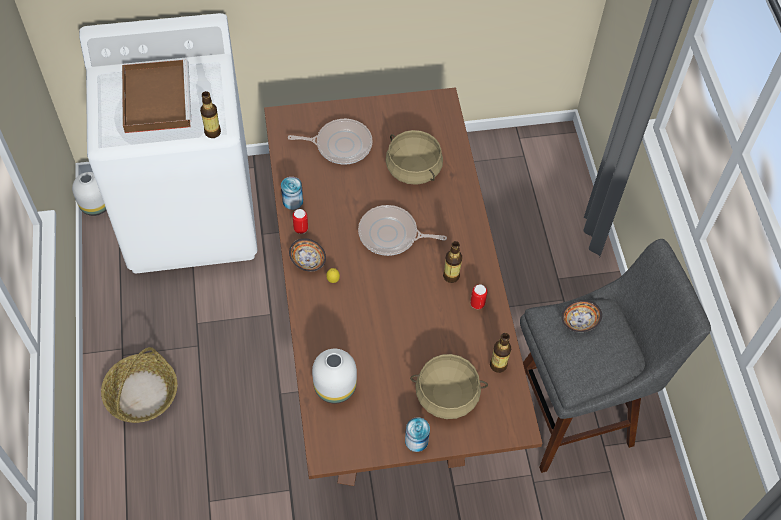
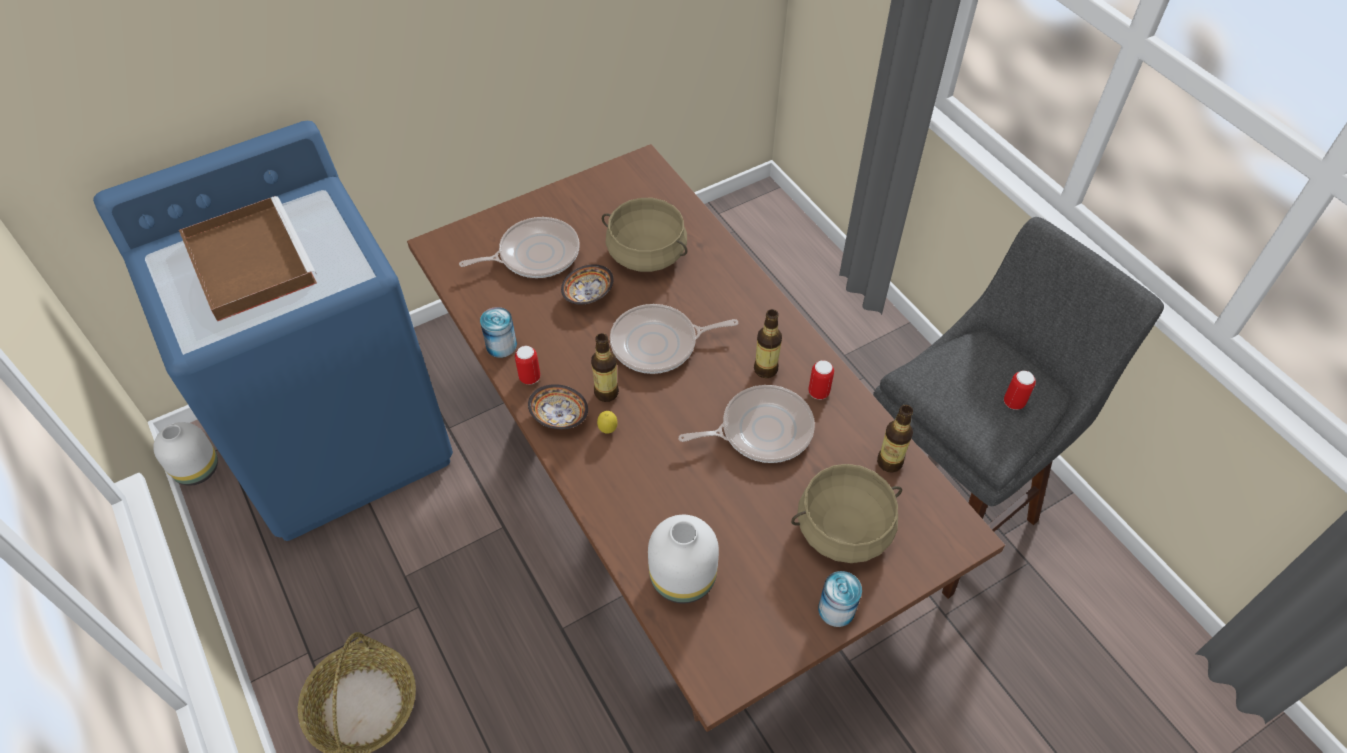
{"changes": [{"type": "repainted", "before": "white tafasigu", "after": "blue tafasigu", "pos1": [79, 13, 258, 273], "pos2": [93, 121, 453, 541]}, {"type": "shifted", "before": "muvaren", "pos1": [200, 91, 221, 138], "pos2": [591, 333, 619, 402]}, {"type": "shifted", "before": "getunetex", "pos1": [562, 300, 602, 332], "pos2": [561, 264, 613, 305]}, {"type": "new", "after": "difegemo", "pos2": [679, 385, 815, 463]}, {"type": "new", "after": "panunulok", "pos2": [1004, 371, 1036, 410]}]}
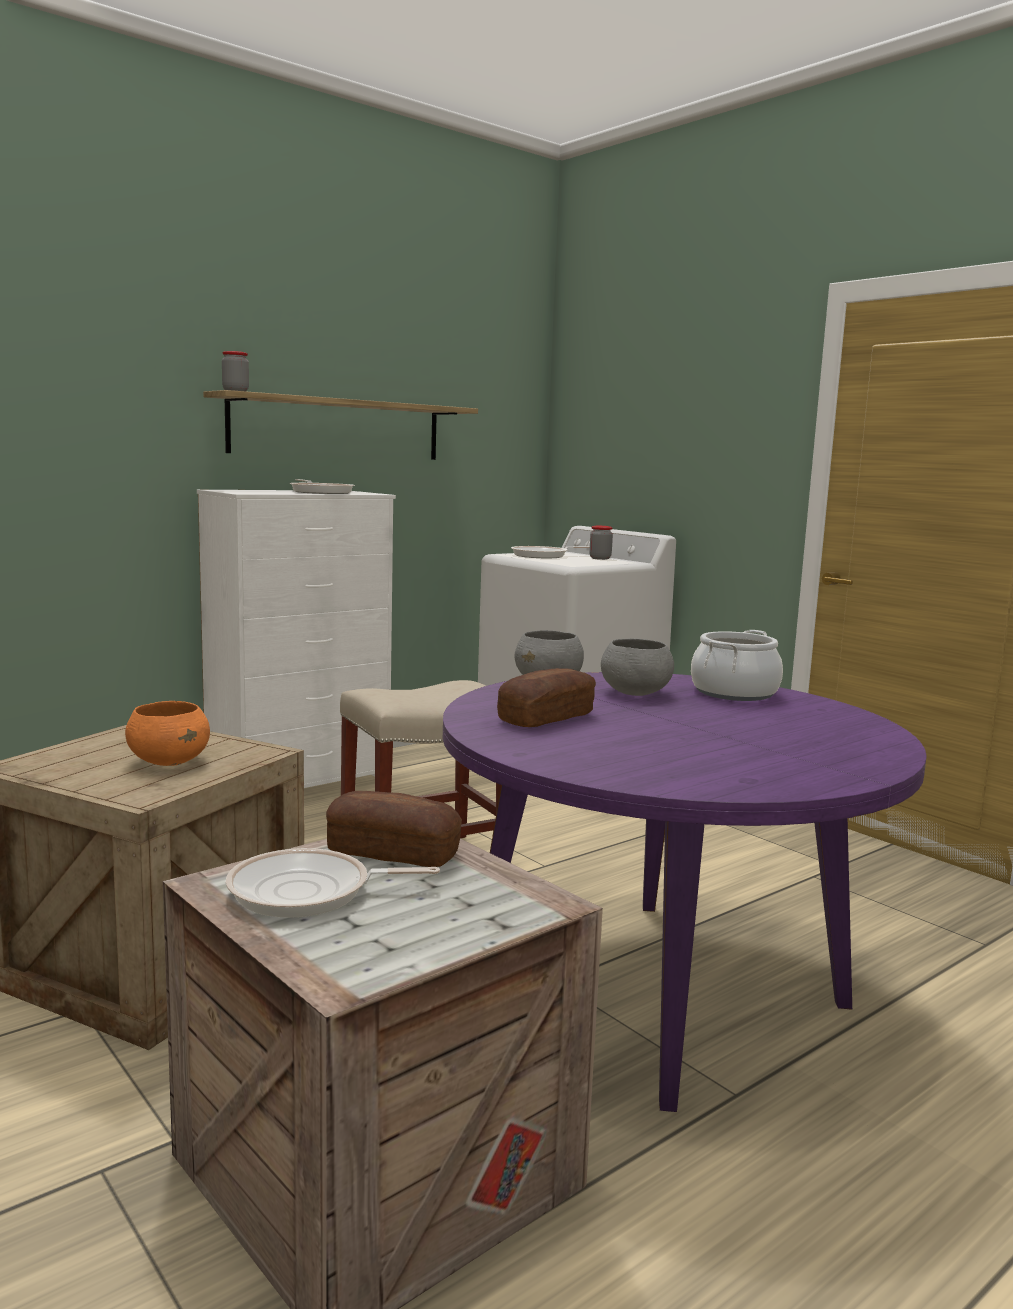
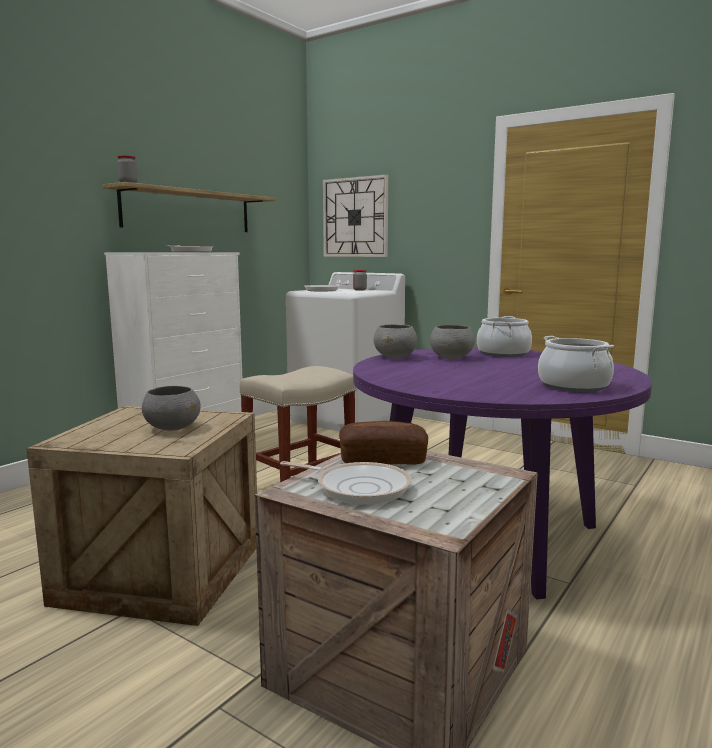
{"changes": [{"type": "repainted", "before": "orange getunetex", "after": "grey getunetex", "pos1": [125, 701, 210, 766], "pos2": [142, 386, 201, 431]}, {"type": "rotated", "before": "difegemo", "pos1": [226, 848, 440, 918], "pos2": [280, 461, 412, 505], "turn": -135}, {"type": "gone", "before": "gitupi", "pos1": [497, 668, 596, 727]}, {"type": "new", "after": "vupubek", "pos2": [323, 174, 388, 257]}, {"type": "new", "after": "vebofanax", "pos2": [538, 336, 614, 392]}]}
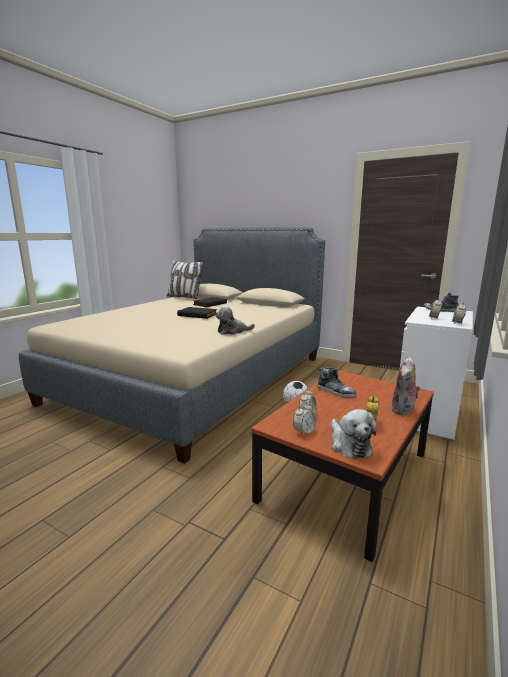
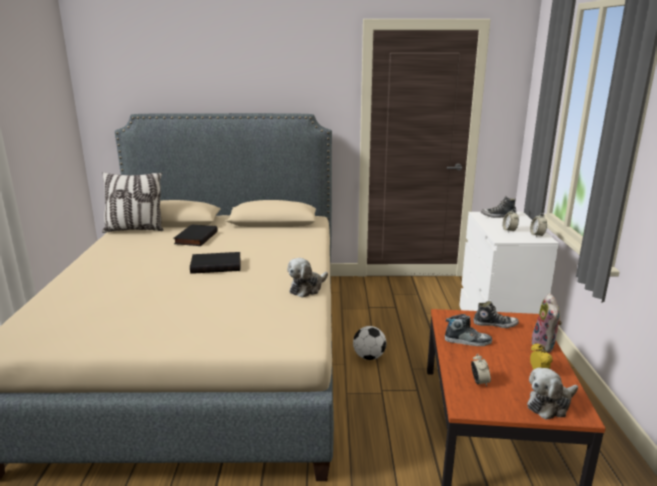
{"changes": [{"type": "gone", "before": "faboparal", "pos1": [293, 402, 316, 435]}, {"type": "rotated", "before": "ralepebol", "pos1": [331, 409, 377, 459], "pos2": [527, 367, 578, 420], "turn": 105}, {"type": "new", "after": "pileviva", "pos2": [473, 301, 519, 328]}]}
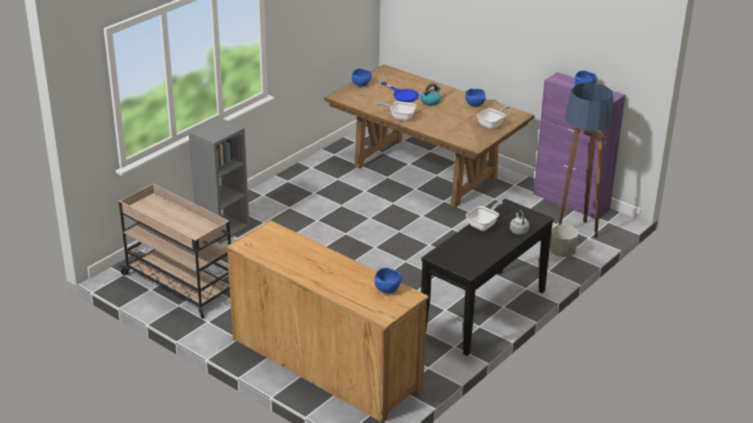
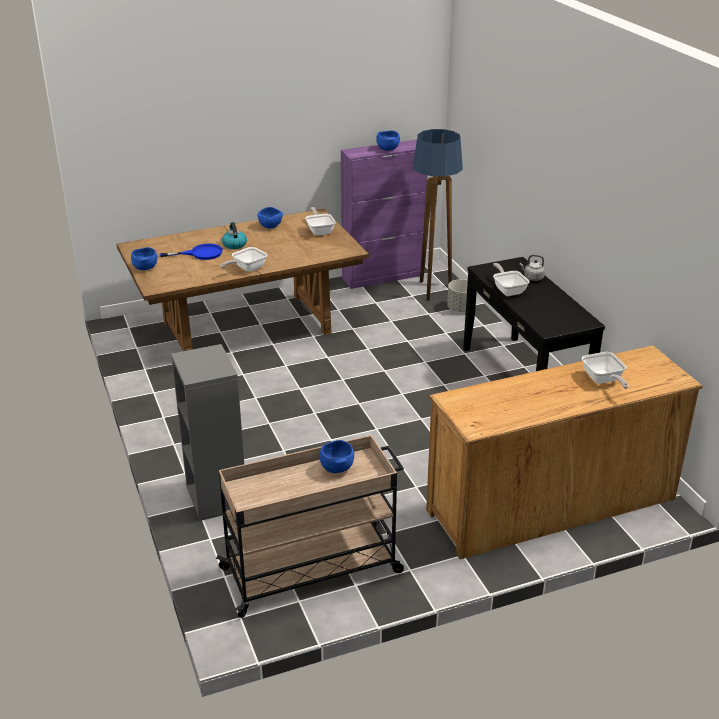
{"changes": [{"type": "shifted", "before": "blue getunetex", "pos1": [375, 268, 402, 293], "pos2": [319, 440, 354, 473]}, {"type": "new", "after": "difegemo", "pos2": [582, 352, 628, 389]}]}
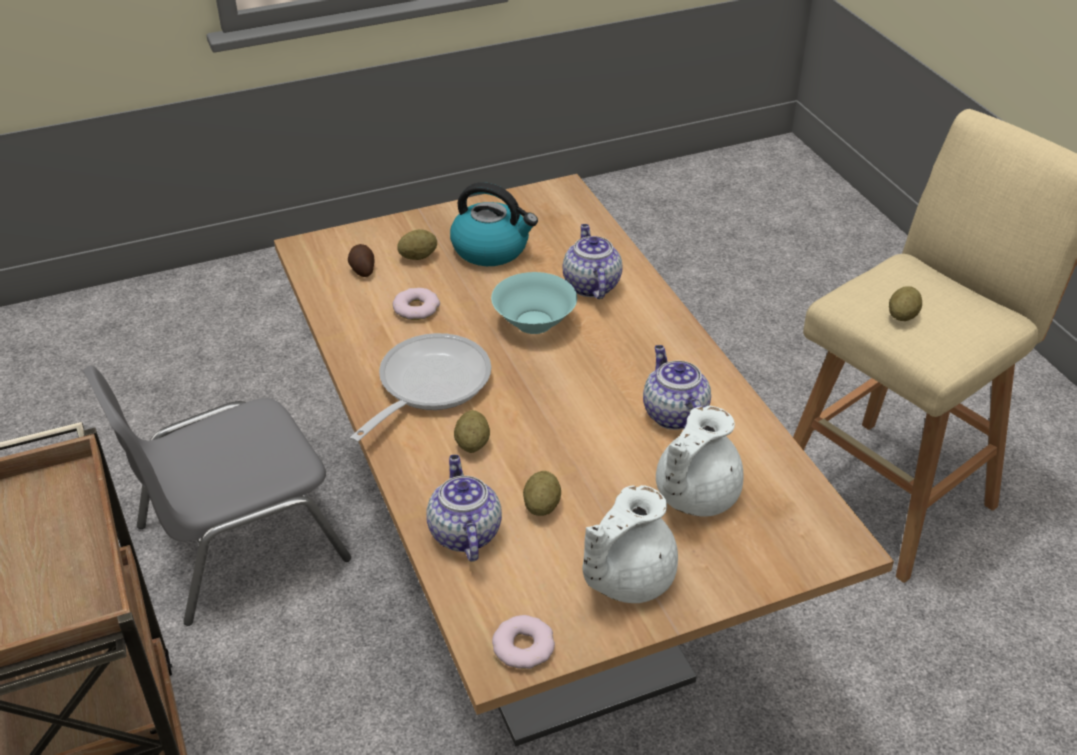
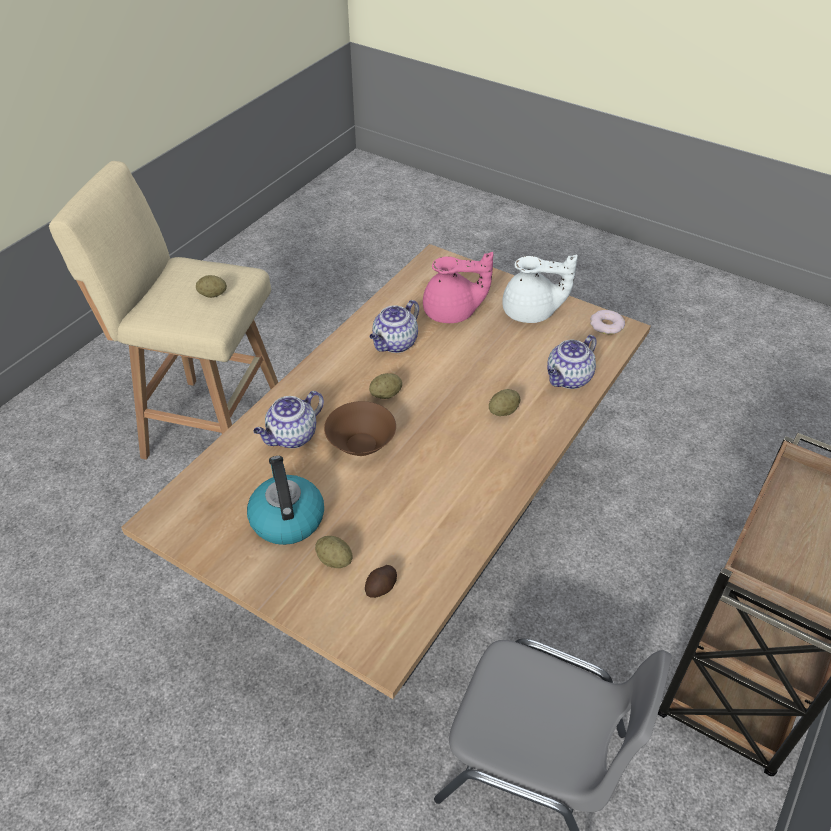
{"changes": [{"type": "gone", "before": "difegemo", "pos1": [350, 333, 491, 442]}, {"type": "gone", "before": "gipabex", "pos1": [393, 288, 440, 320]}, {"type": "repainted", "before": "turquoise getunetex", "after": "brown getunetex", "pos1": [491, 272, 577, 334], "pos2": [324, 401, 396, 456]}, {"type": "shifted", "before": "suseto", "pos1": [523, 471, 561, 516], "pos2": [369, 373, 402, 399]}, {"type": "repainted", "before": "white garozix", "after": "pink garozix", "pos1": [656, 406, 743, 516], "pos2": [423, 252, 493, 323]}]}
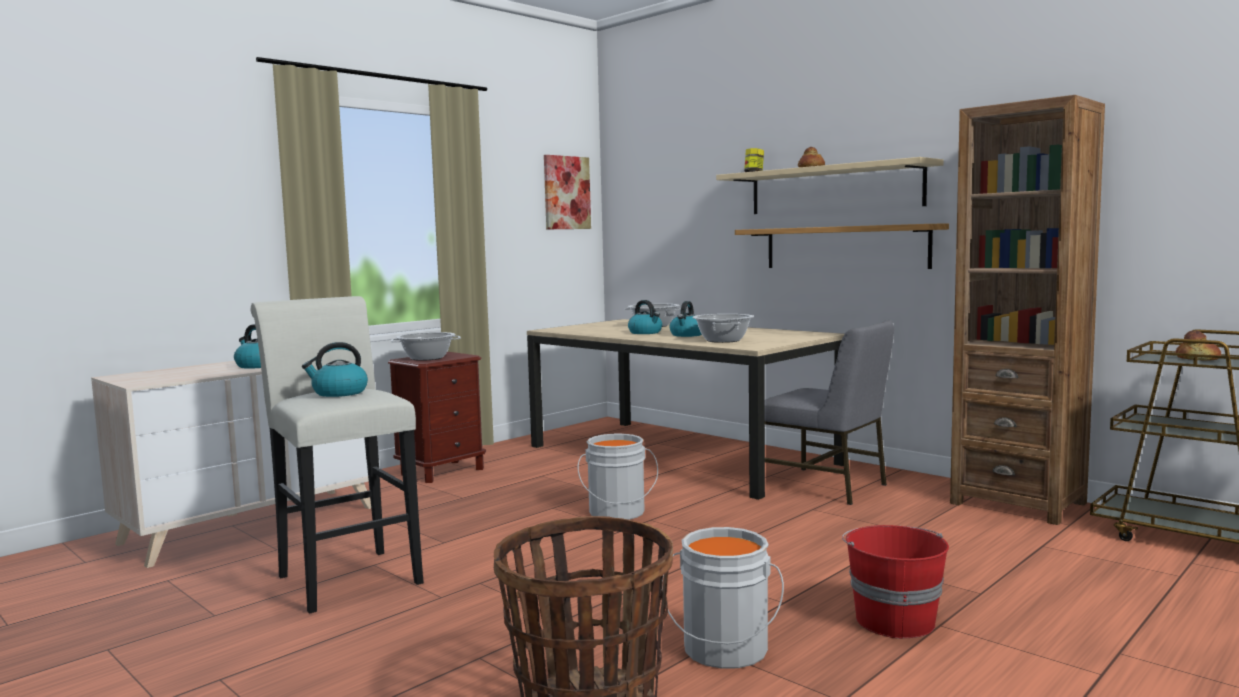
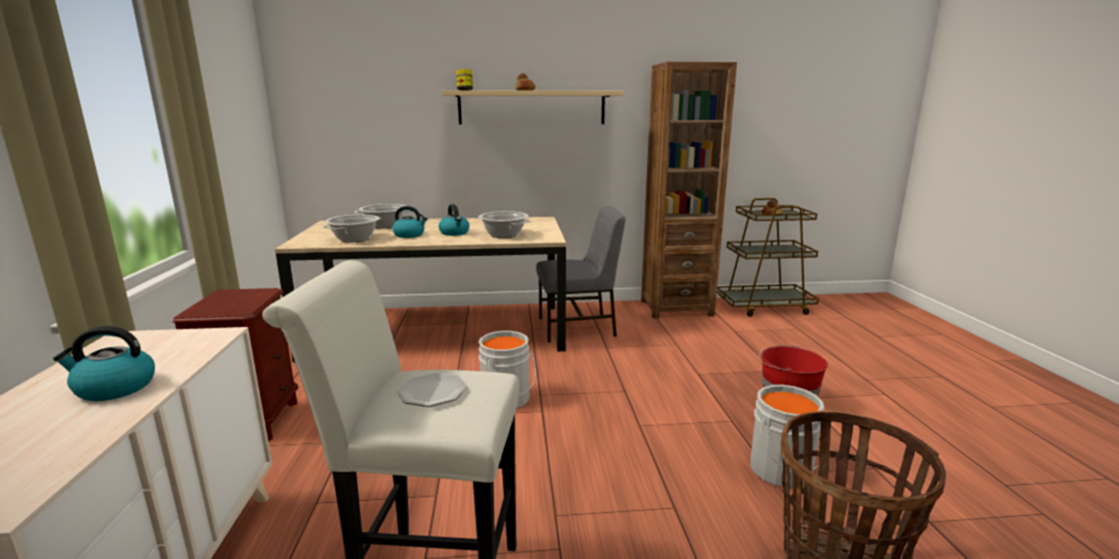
{"changes": [{"type": "swapped", "before": "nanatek", "after": "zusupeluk", "pos1": [302, 342, 368, 397], "pos2": [397, 373, 467, 407]}, {"type": "shifted", "before": "vebofanax", "pos1": [391, 332, 461, 361], "pos2": [323, 215, 381, 243]}, {"type": "gone", "before": "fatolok", "pos1": [544, 155, 591, 229]}, {"type": "gone", "before": "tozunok", "pos1": [735, 223, 949, 269]}]}
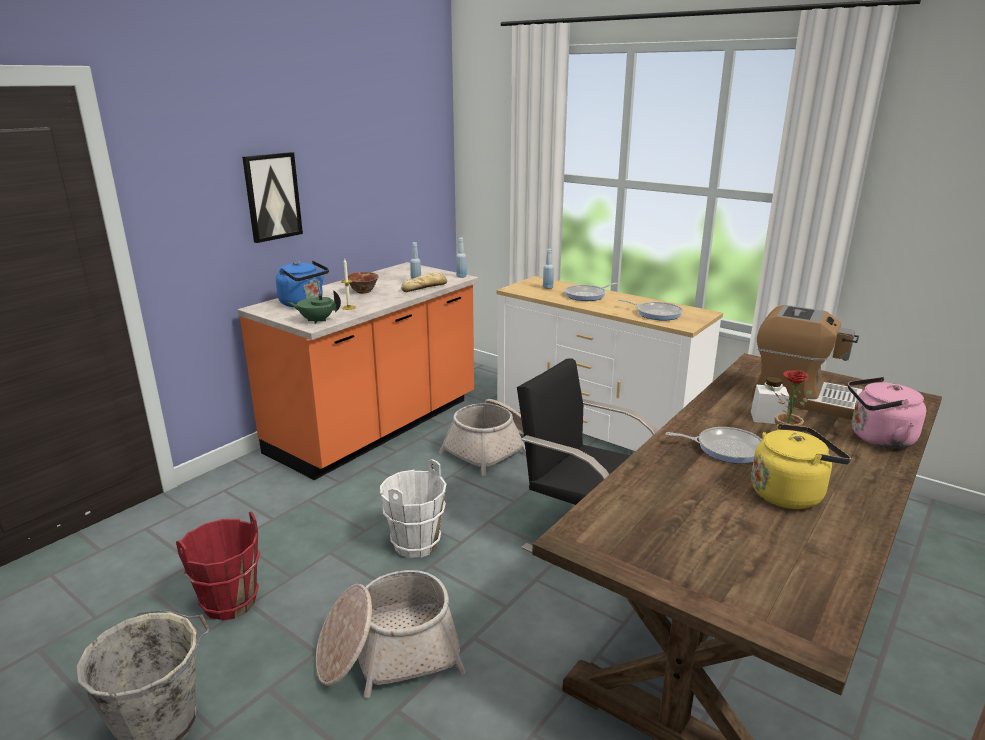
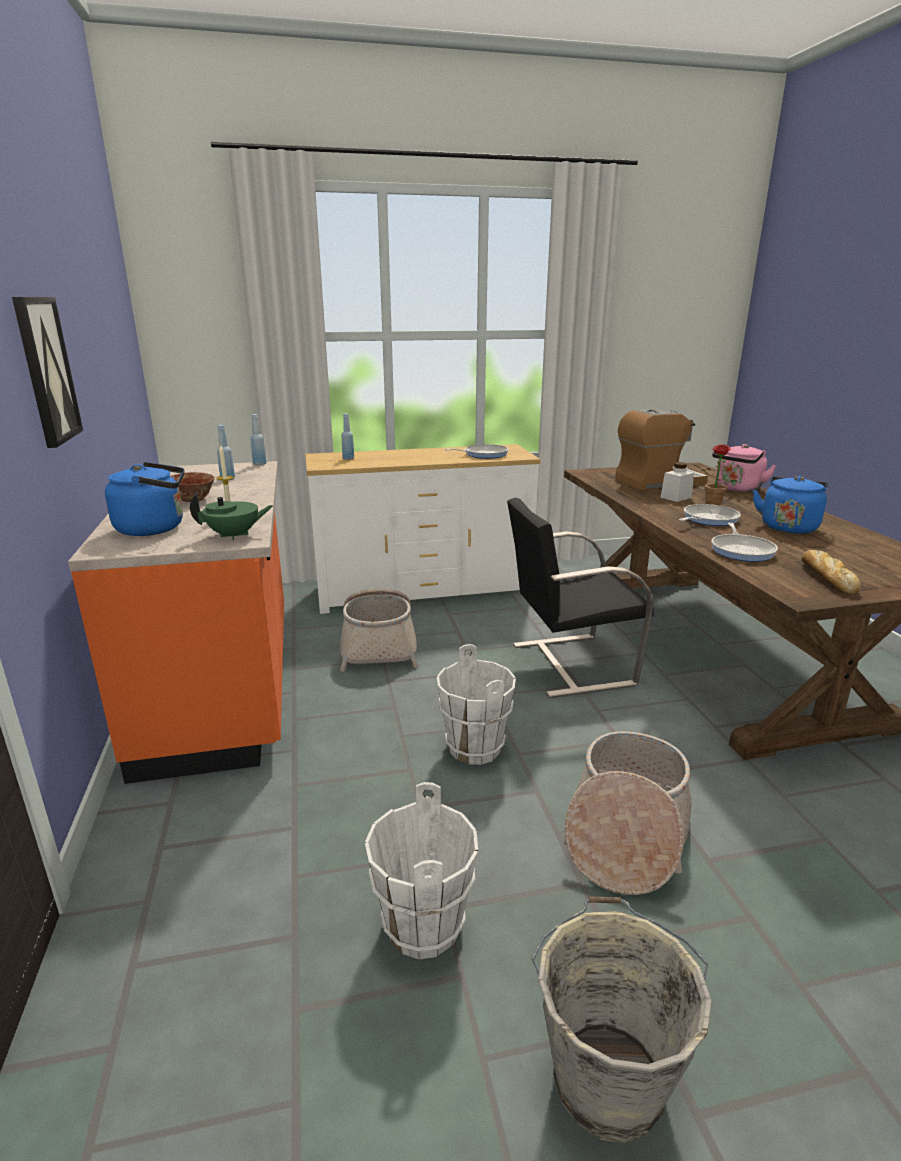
{"changes": [{"type": "repainted", "before": "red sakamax", "after": "white sakamax", "pos1": [176, 512, 260, 621], "pos2": [365, 782, 478, 959]}, {"type": "rotated", "before": "green garozix", "pos1": [288, 290, 341, 324], "pos2": [190, 493, 273, 540], "turn": -150}, {"type": "shifted", "before": "gitupi", "pos1": [401, 272, 447, 292], "pos2": [801, 550, 861, 595]}, {"type": "shifted", "before": "difegemo", "pos1": [565, 283, 618, 301], "pos2": [711, 523, 778, 562]}, {"type": "repainted", "before": "yellow nanatek", "after": "blue nanatek", "pos1": [751, 424, 851, 509], "pos2": [753, 476, 828, 534]}]}
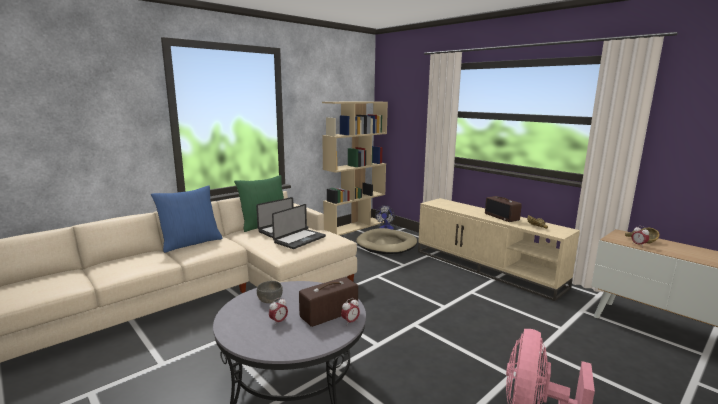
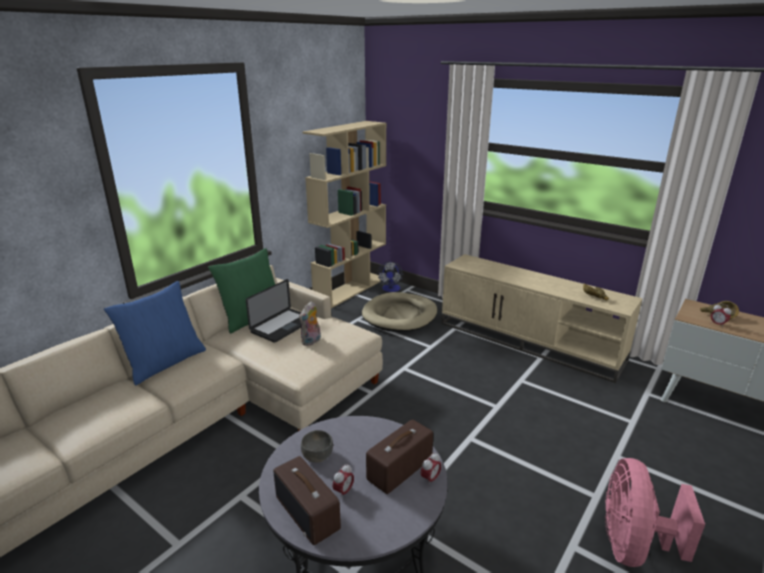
{"changes": [{"type": "swapped", "before": "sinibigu", "after": "ralepebol", "pos1": [272, 204, 326, 249], "pos2": [299, 301, 321, 346]}, {"type": "shifted", "before": "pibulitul", "pos1": [485, 196, 522, 222], "pos2": [273, 456, 341, 545]}]}
